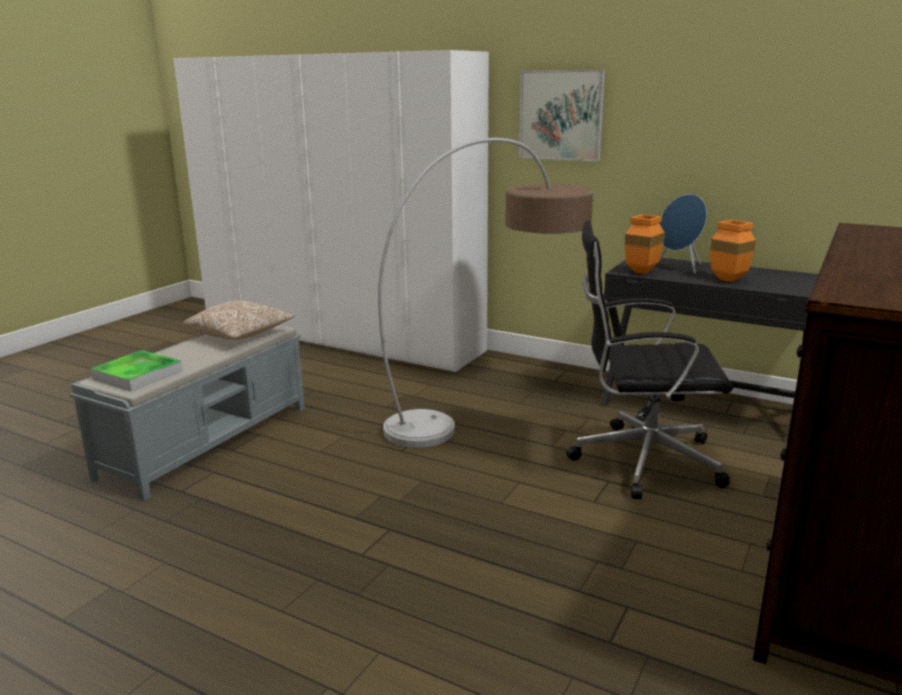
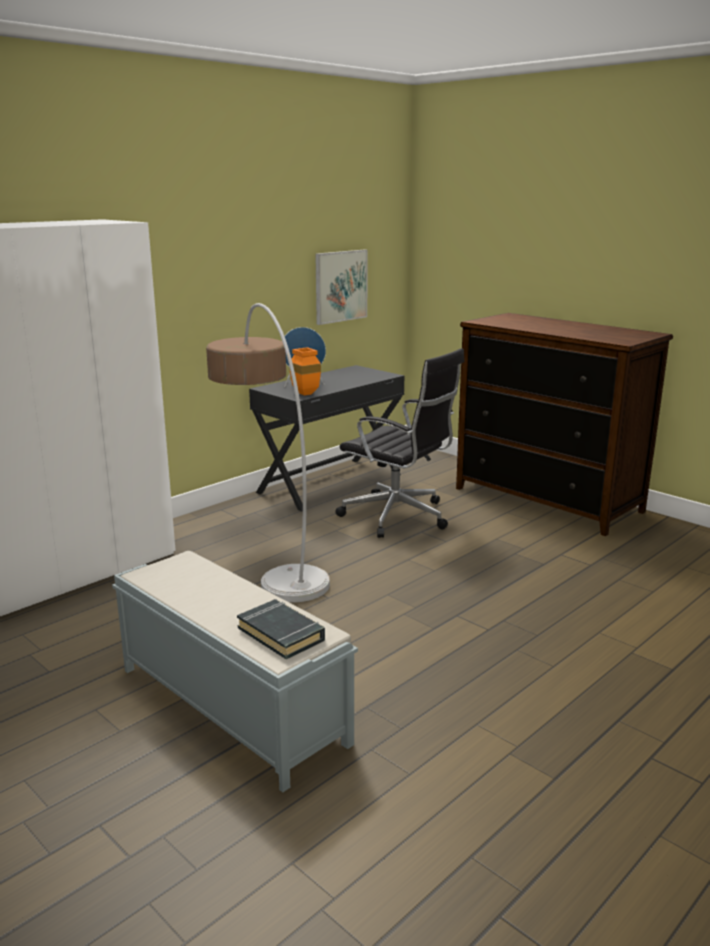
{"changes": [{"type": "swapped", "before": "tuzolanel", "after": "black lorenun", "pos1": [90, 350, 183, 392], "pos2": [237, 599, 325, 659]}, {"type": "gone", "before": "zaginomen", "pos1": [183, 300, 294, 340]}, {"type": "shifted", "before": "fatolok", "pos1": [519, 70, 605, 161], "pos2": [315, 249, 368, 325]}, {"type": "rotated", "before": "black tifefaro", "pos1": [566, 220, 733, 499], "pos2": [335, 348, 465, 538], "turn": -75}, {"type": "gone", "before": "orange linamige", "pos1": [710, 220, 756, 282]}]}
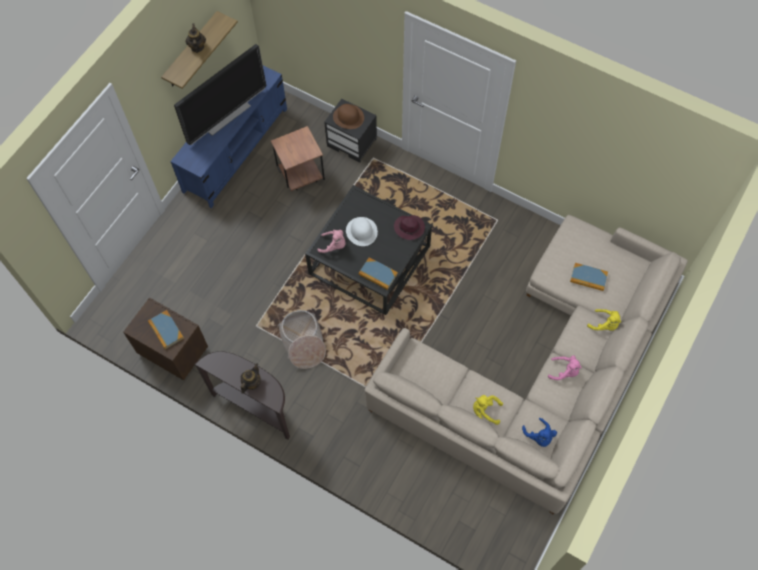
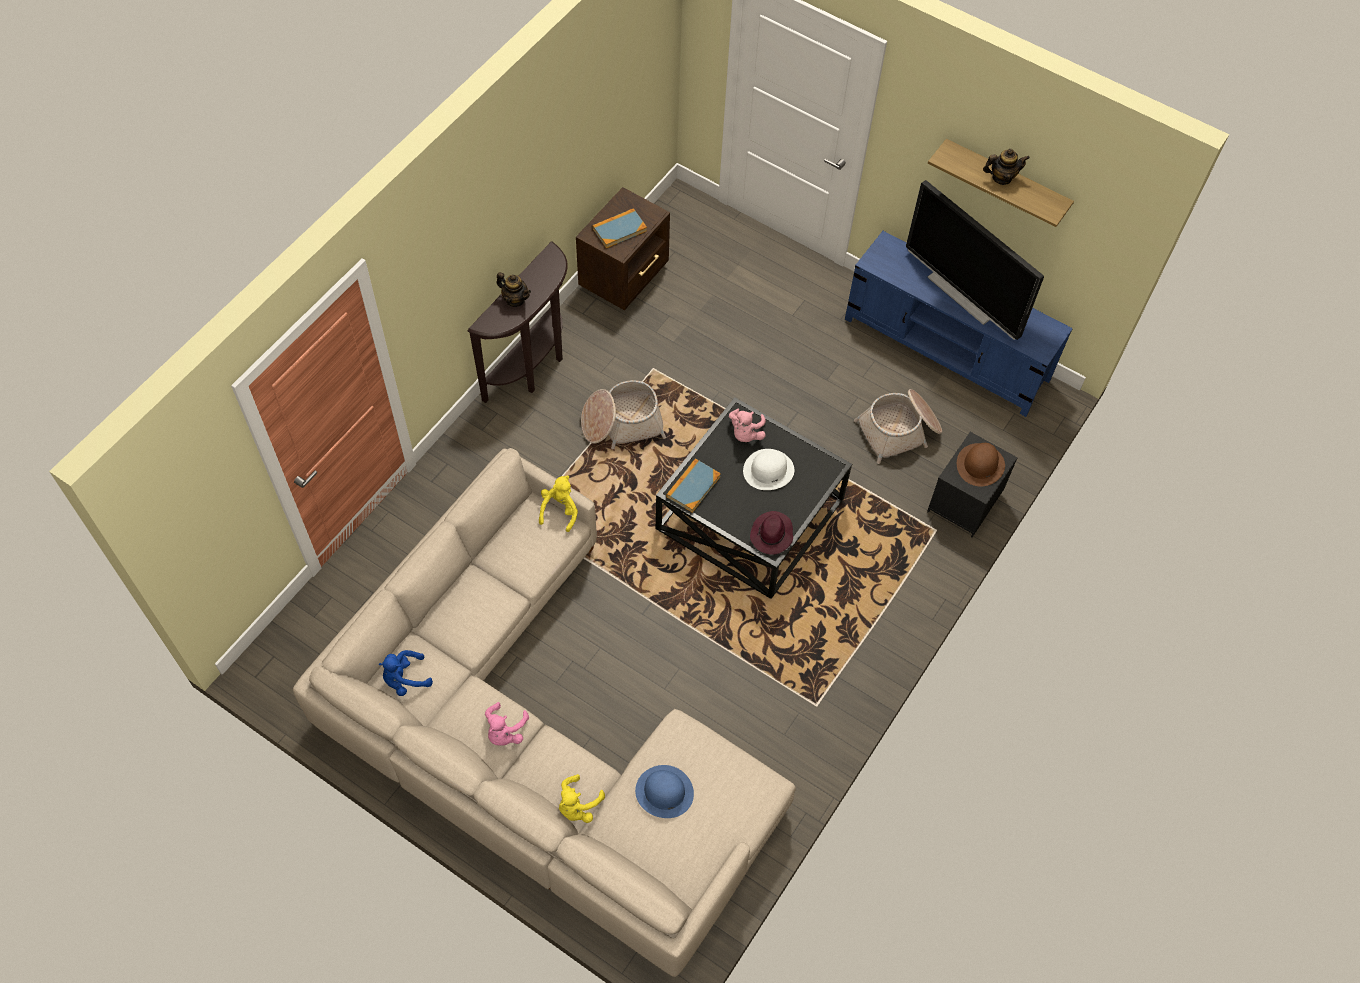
{"changes": [{"type": "swapped", "before": "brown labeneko", "after": "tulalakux", "pos1": [271, 126, 325, 191], "pos2": [854, 389, 942, 464]}, {"type": "shifted", "before": "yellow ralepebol", "pos1": [473, 395, 503, 425], "pos2": [539, 475, 578, 532]}, {"type": "swapped", "before": "lorenun", "after": "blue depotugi", "pos1": [570, 263, 608, 291], "pos2": [635, 765, 694, 818]}]}
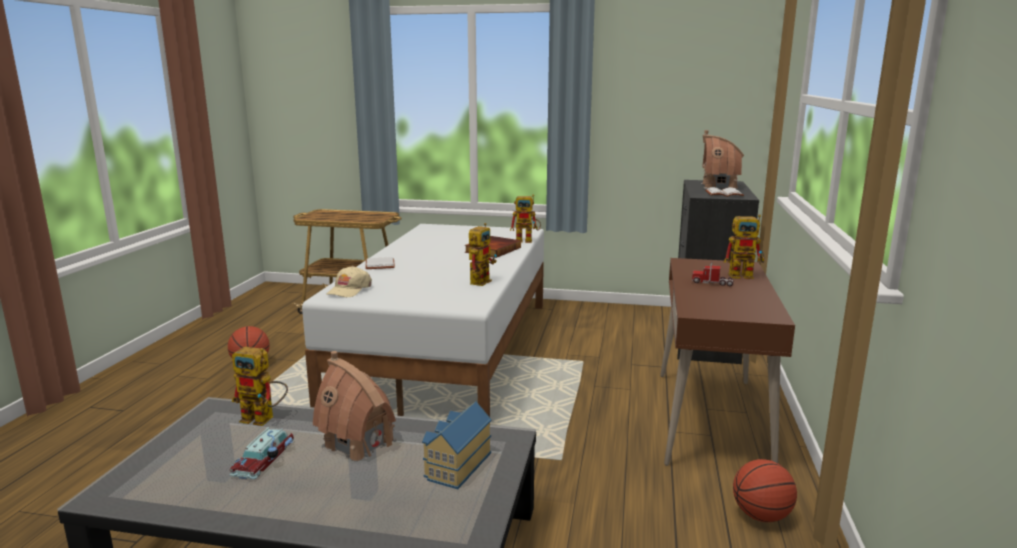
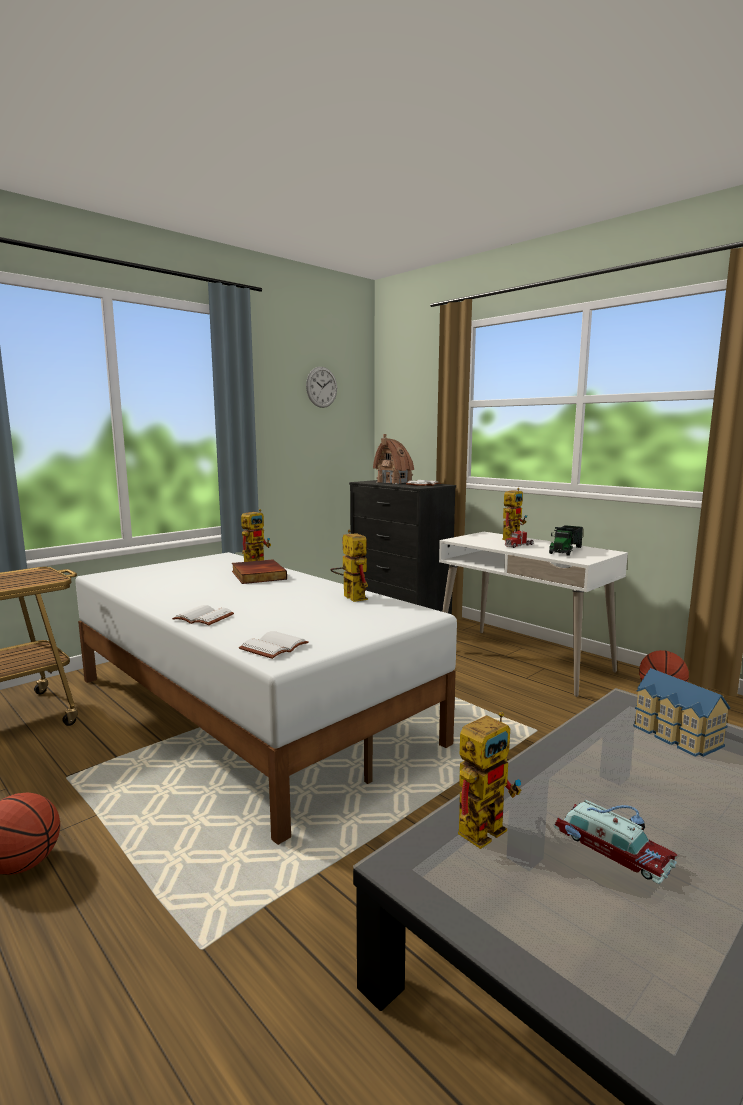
{"changes": [{"type": "gone", "before": "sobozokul", "pos1": [313, 351, 397, 461]}, {"type": "swapped", "before": "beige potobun", "after": "white lorenun", "pos1": [327, 266, 372, 297], "pos2": [239, 631, 309, 659]}, {"type": "repainted", "before": "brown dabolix", "after": "white dabolix", "pos1": [660, 258, 795, 466], "pos2": [439, 532, 628, 697]}, {"type": "new", "after": "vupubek", "pos2": [306, 367, 337, 408]}, {"type": "new", "after": "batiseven", "pos2": [549, 525, 583, 556]}]}
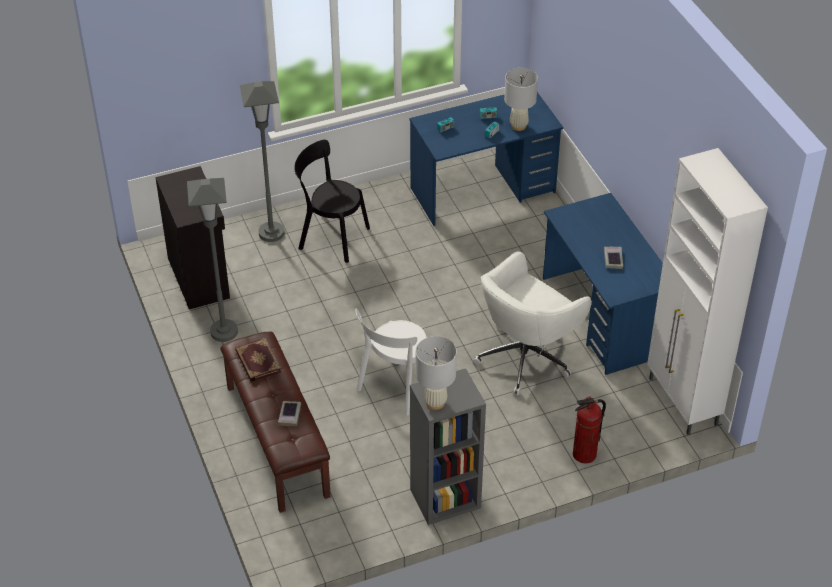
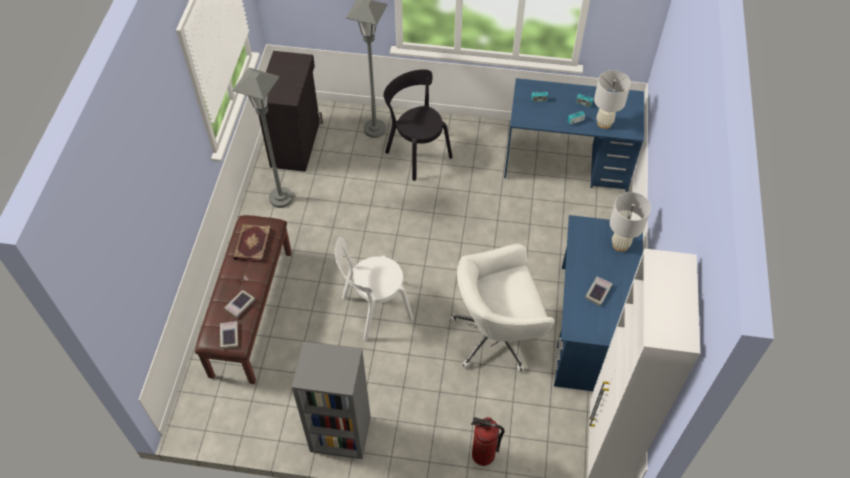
{"changes": [{"type": "shifted", "before": "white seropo", "pos1": [416, 336, 457, 410], "pos2": [610, 192, 651, 252]}, {"type": "new", "after": "lorenun", "pos2": [220, 321, 238, 349]}]}
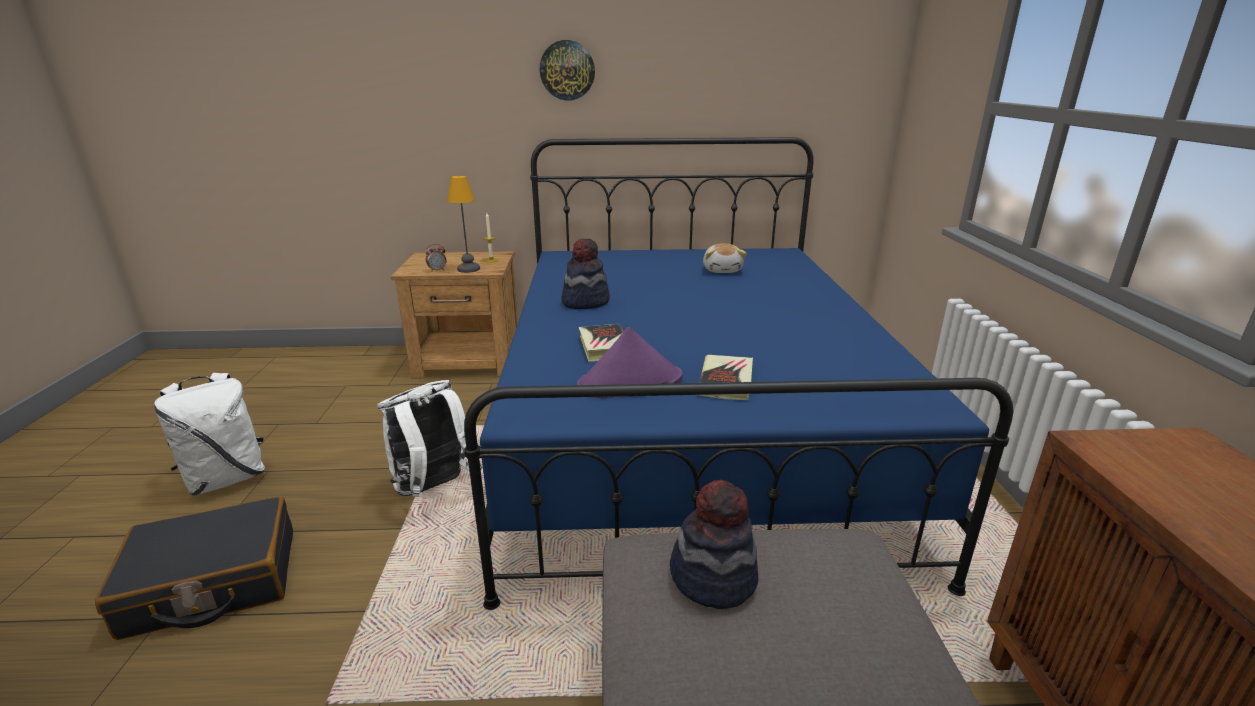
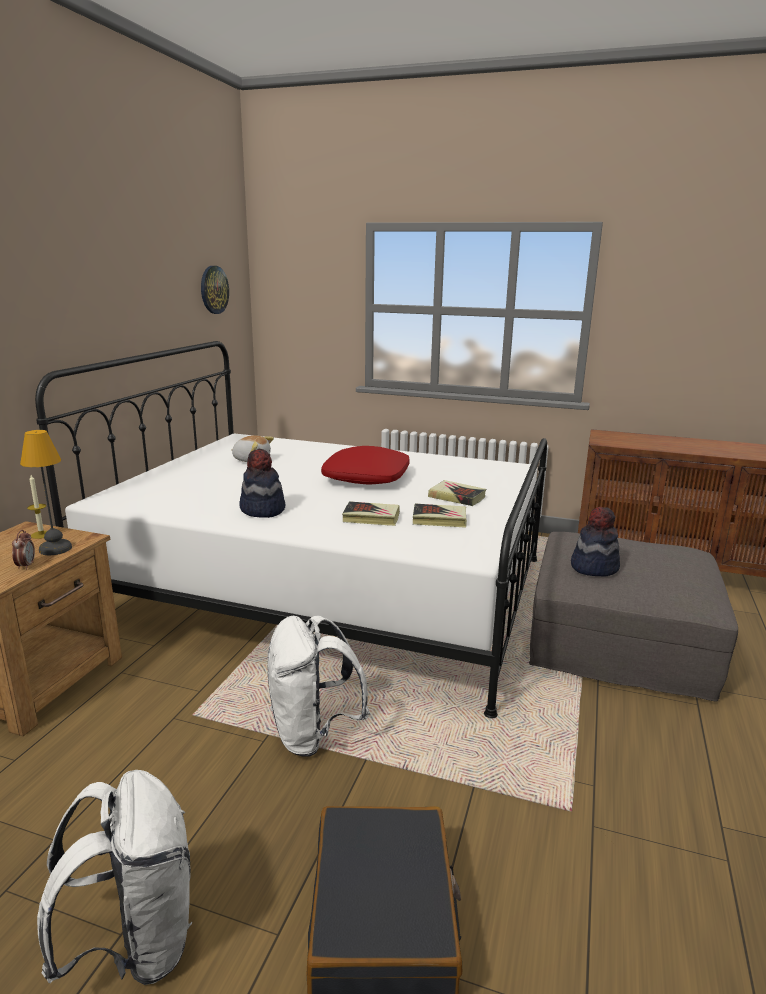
{"changes": [{"type": "repainted", "before": "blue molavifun", "after": "white molavifun", "pos1": [464, 137, 1014, 610], "pos2": [35, 341, 547, 718]}, {"type": "shifted", "before": "vupubek", "pos1": [540, 40, 595, 100], "pos2": [201, 266, 229, 314]}, {"type": "swapped", "before": "purple depotugi", "after": "lorenun", "pos1": [577, 327, 683, 398], "pos2": [413, 504, 467, 528]}, {"type": "new", "after": "red zaginomen", "pos2": [321, 446, 410, 485]}]}
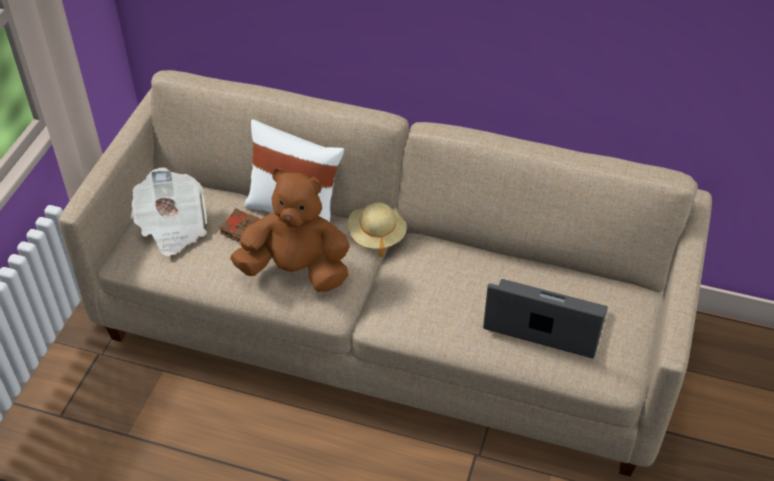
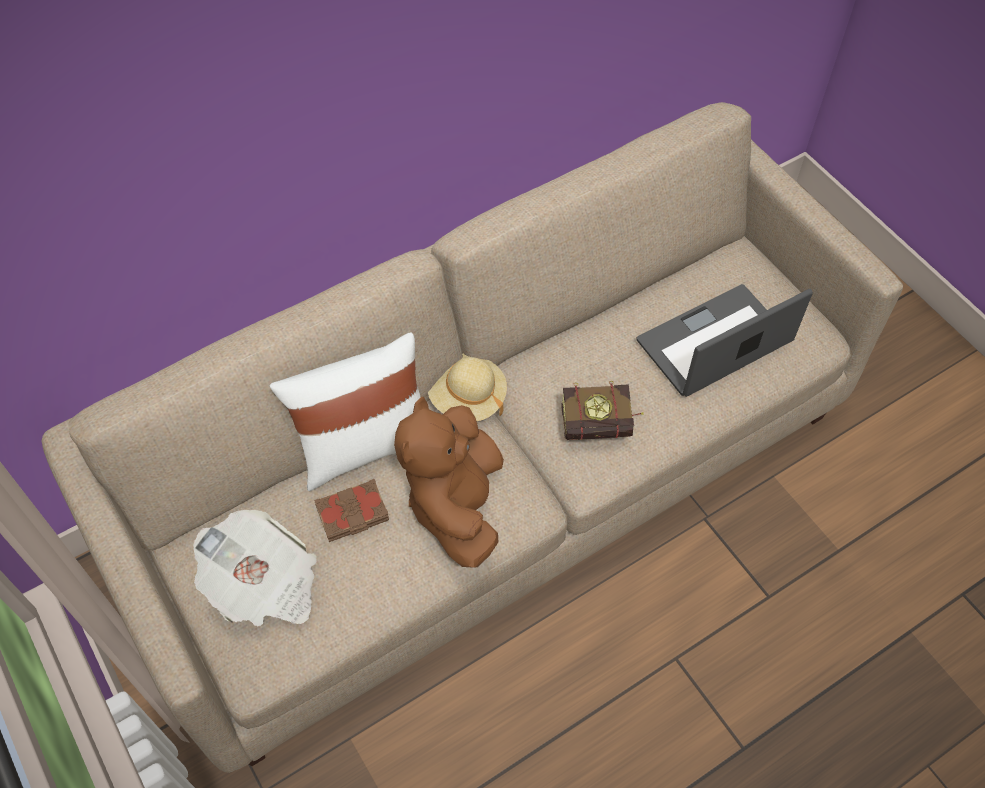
{"changes": [{"type": "rotated", "before": "brown ralepebol", "pos1": [230, 168, 350, 292], "pos2": [394, 397, 504, 568], "turn": -45}, {"type": "new", "after": "lorenun", "pos2": [561, 381, 644, 440]}]}
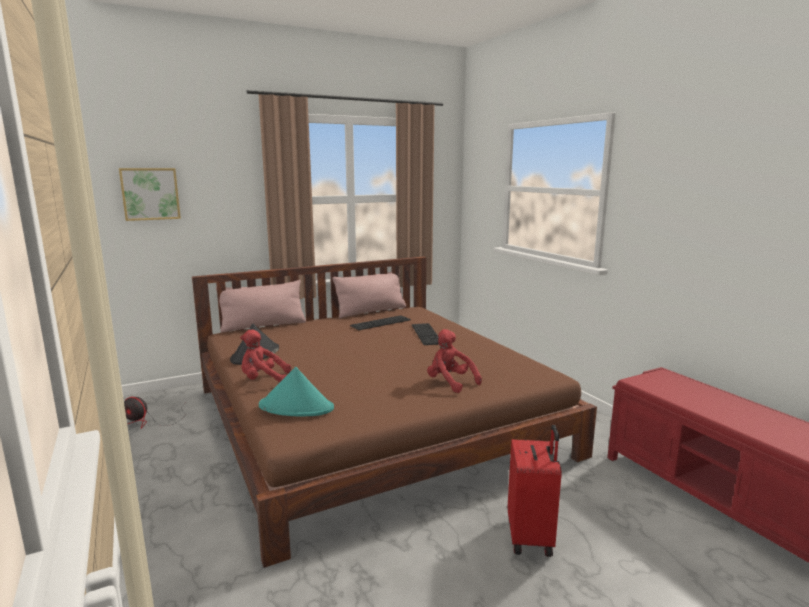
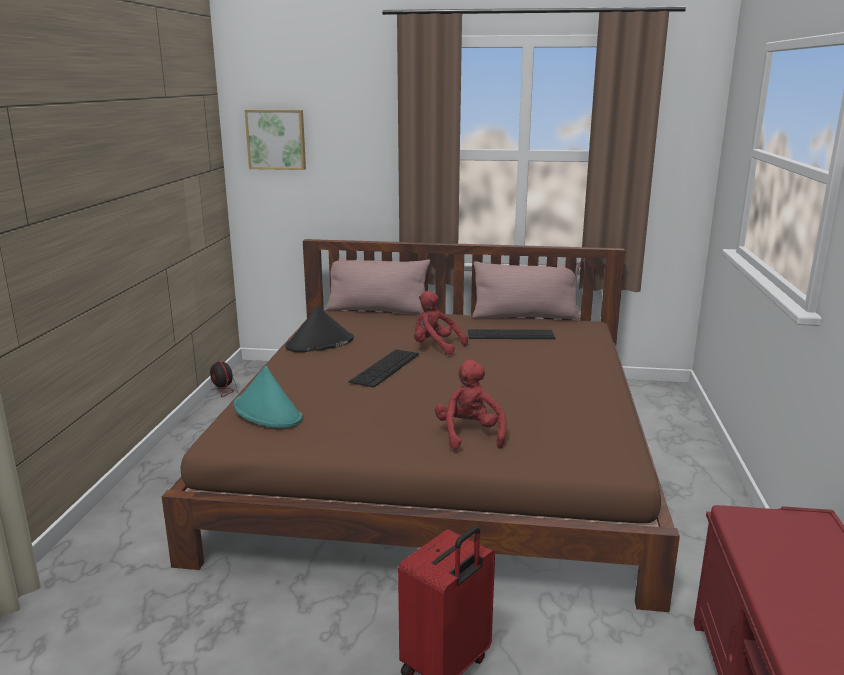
{"changes": [{"type": "shifted", "before": "red ralepebol", "pos1": [240, 330, 291, 383], "pos2": [414, 291, 468, 355]}, {"type": "shifted", "before": "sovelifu", "pos1": [412, 323, 439, 345], "pos2": [349, 349, 419, 388]}]}
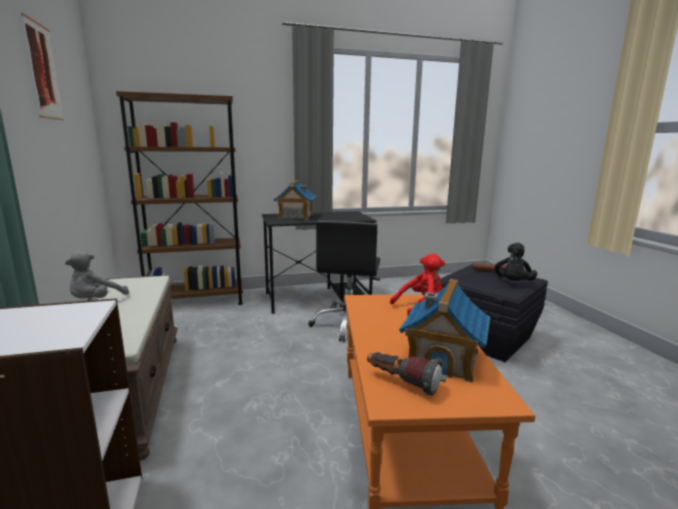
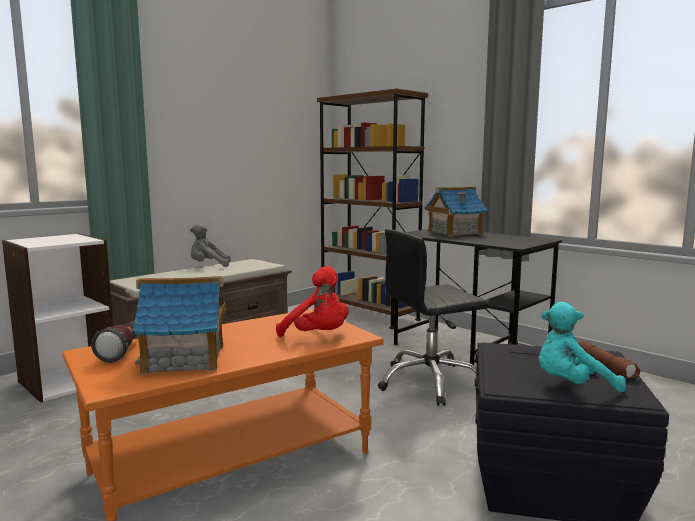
{"changes": [{"type": "gone", "before": "fatolok", "pos1": [21, 13, 64, 120]}, {"type": "repainted", "before": "black ralepebol", "after": "turquoise ralepebol", "pos1": [495, 243, 537, 281], "pos2": [539, 302, 626, 392]}]}
